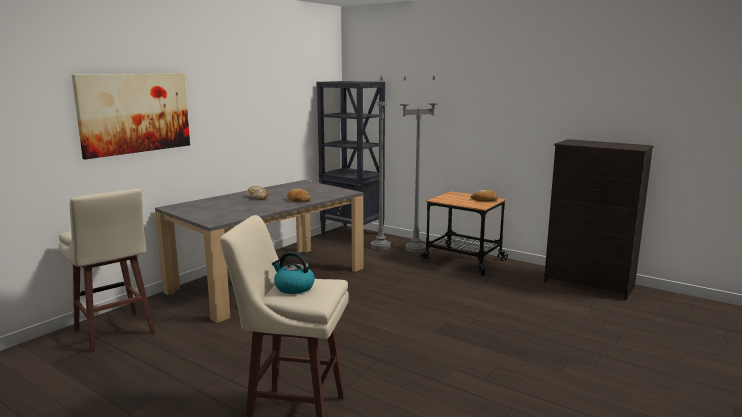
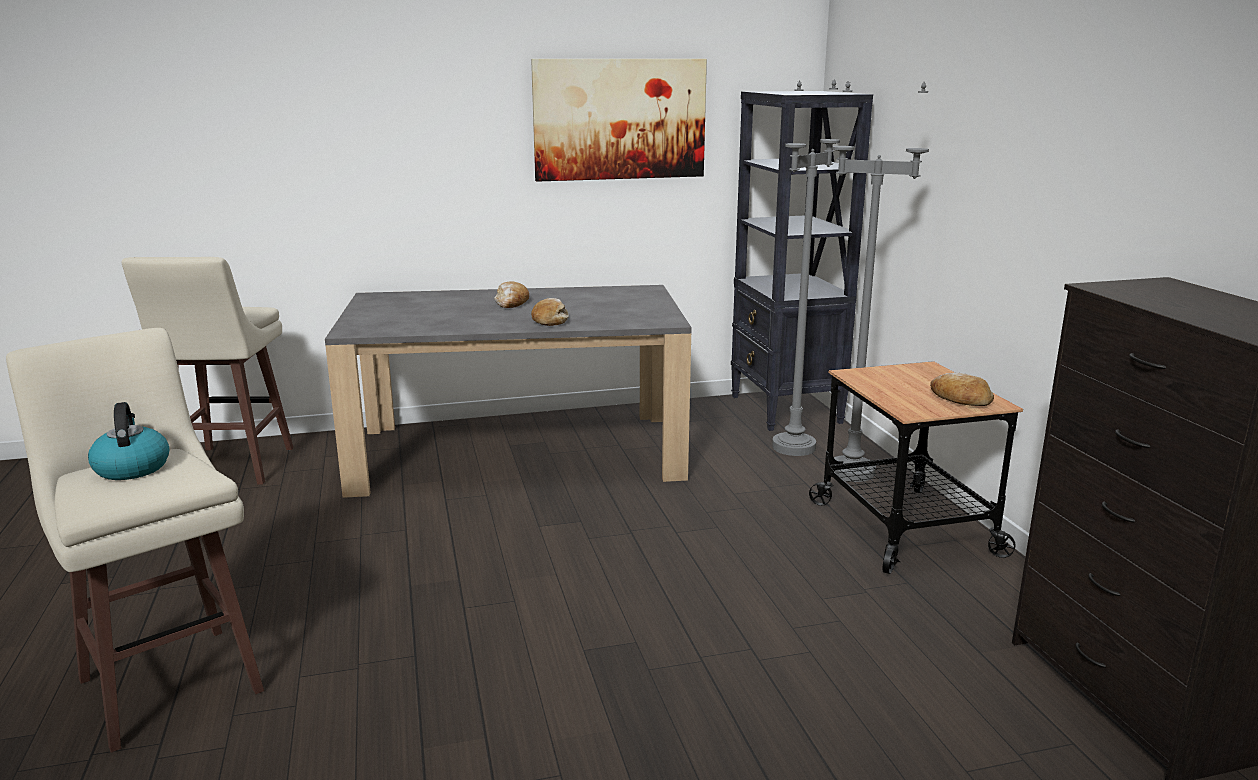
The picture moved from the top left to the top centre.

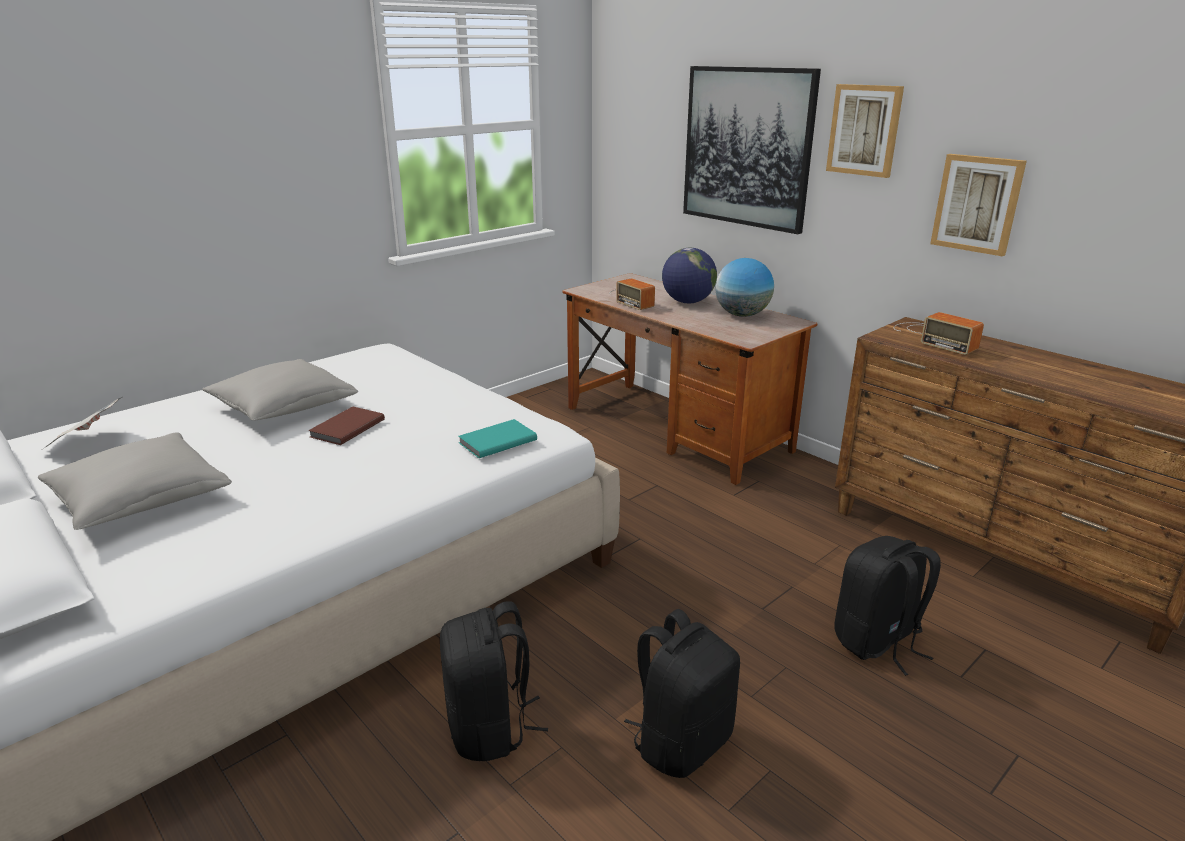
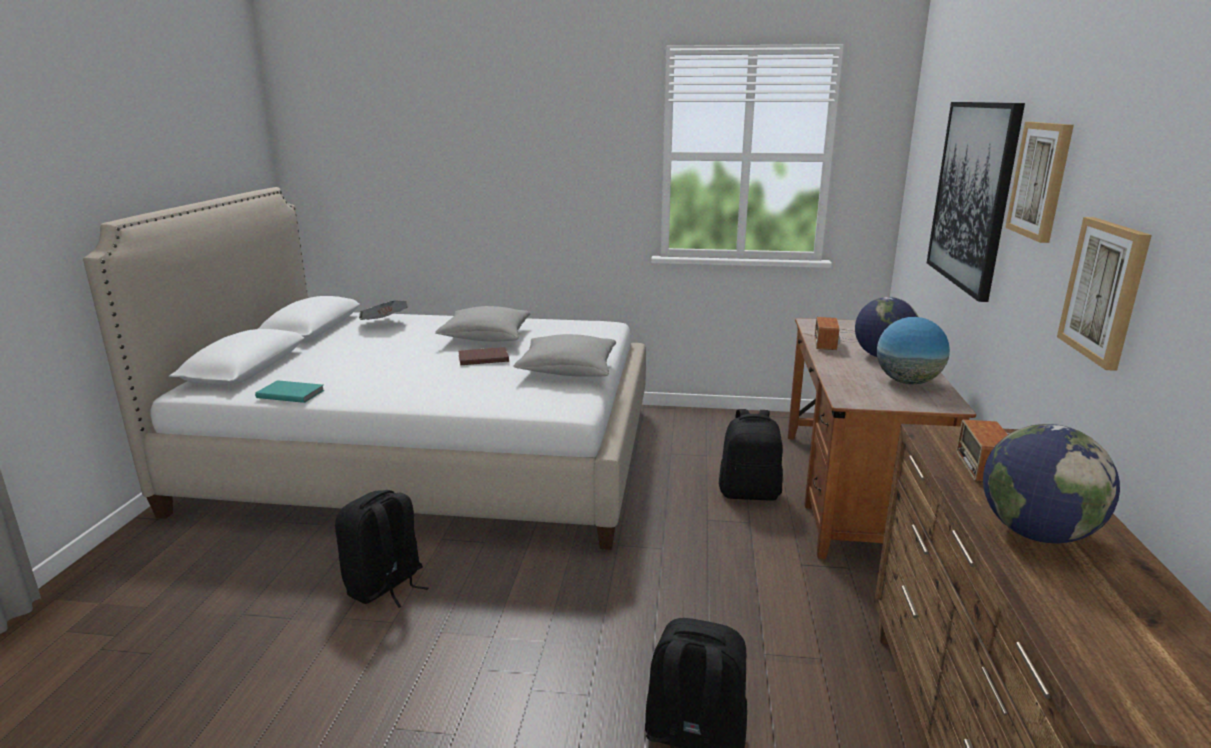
The pillow in grey (1st from left in the first image) moved from the middle left to the centre. The book in turquoise moved from the centre to the middle left. The backpack in black (2nd from left in the first image) moved from the bottom centre to the centre. The globe (3rd from left) at the middle right appeared.

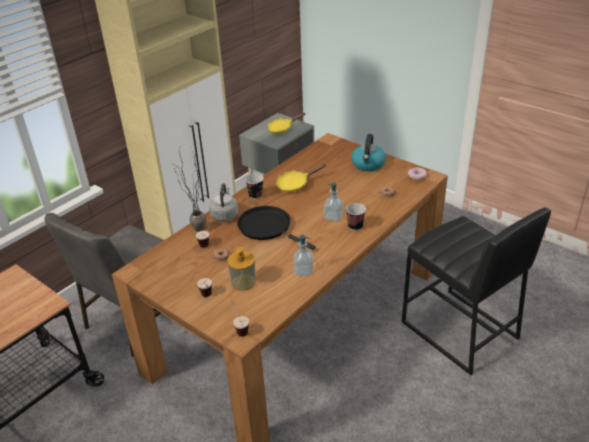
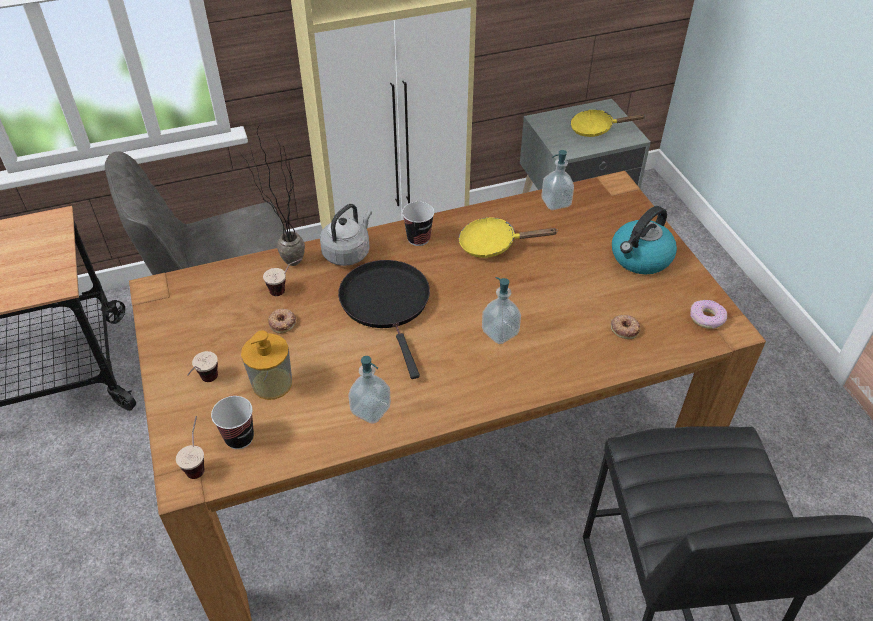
The cup (5th from left in the first image) moved from the centre to the bottom left. The soap dispenser (4th from left) at the top centre appeared.

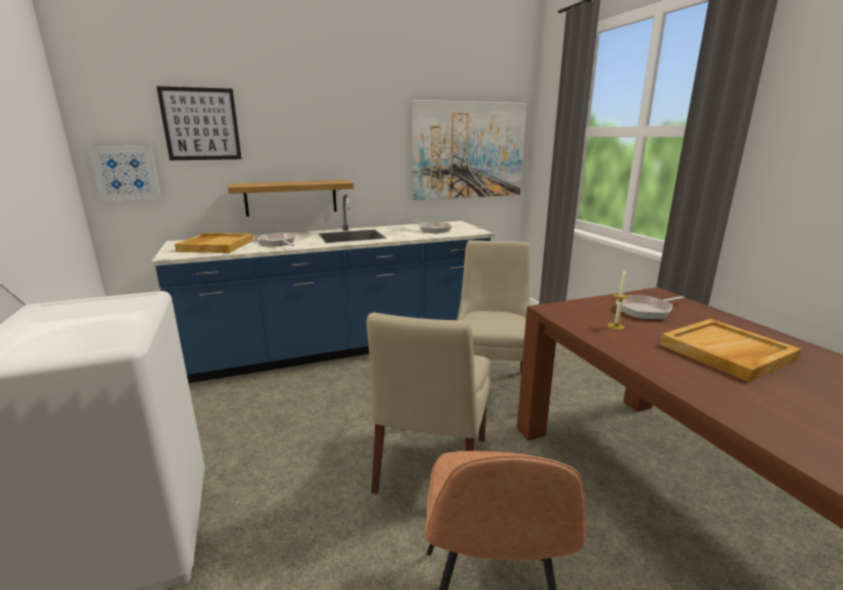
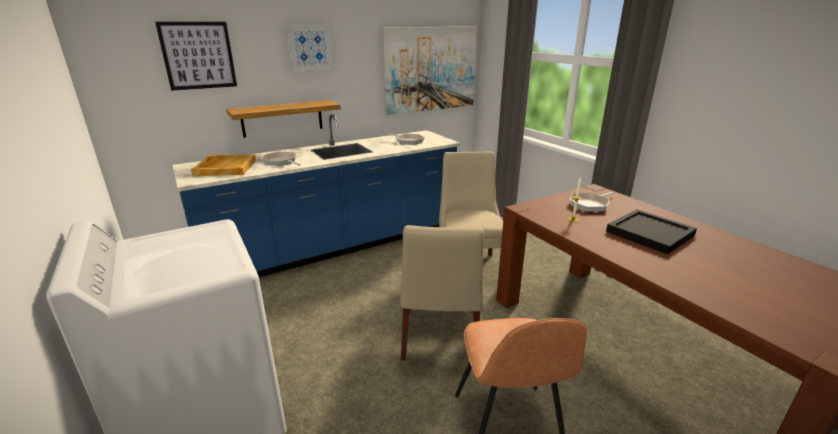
The picture (1st from left in the first image) moved from the top left to the top centre. The tray in beige (2nd from left) at the middle right became the tray in black at the middle right.

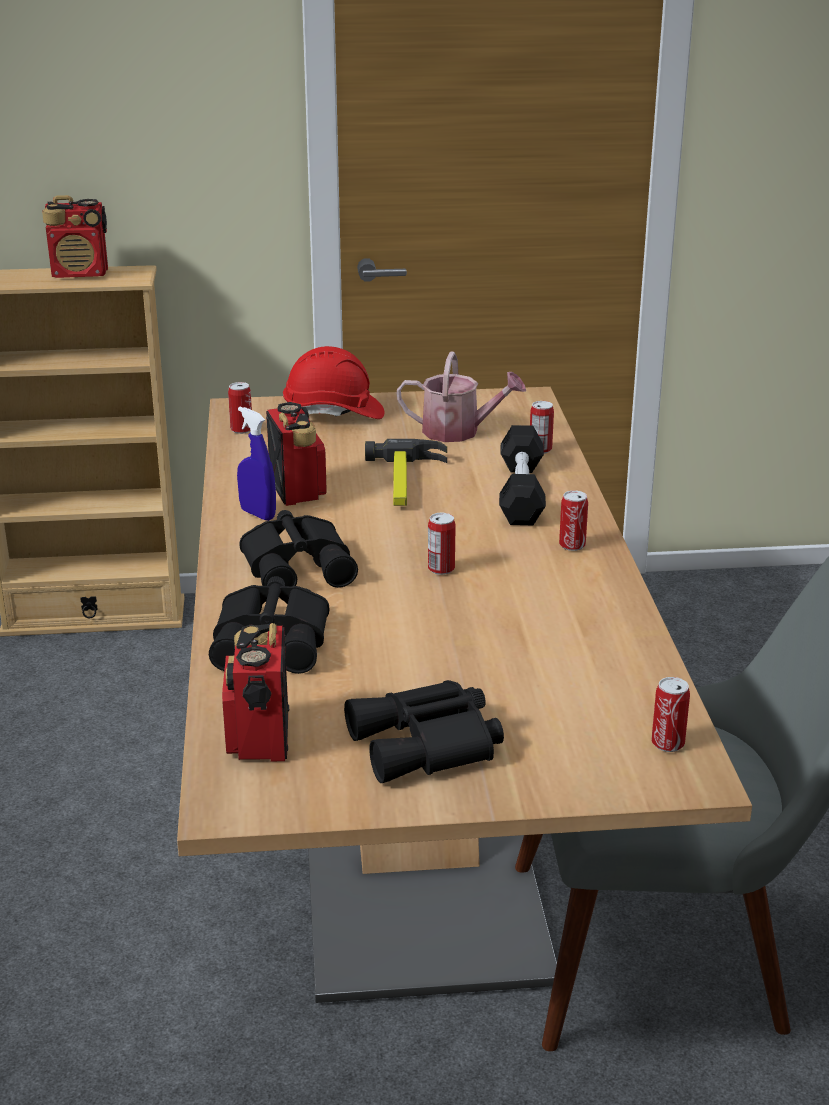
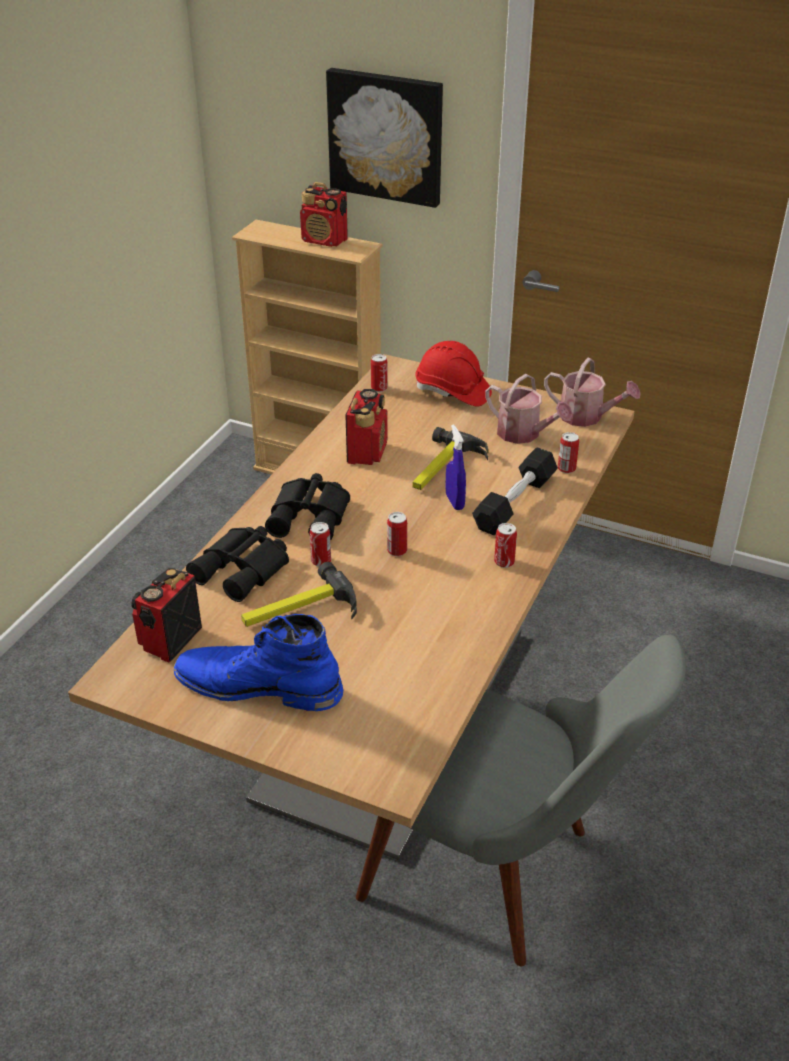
The spray bottle in blue moved from the middle left to the centre. The binoculars in black (3rd from left) at the centre was replaced by the boot in blue at the middle left. The can (5th from left in the first image) moved from the middle right to the centre. The hammer (1st from left) at the centre appeared. The picture at the top centre appeared. The watering can (2nd from left) at the middle right appeared.

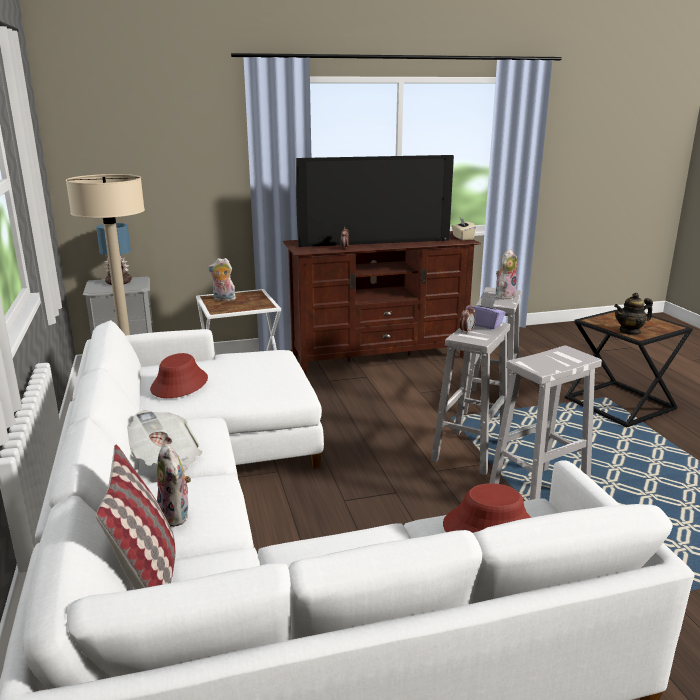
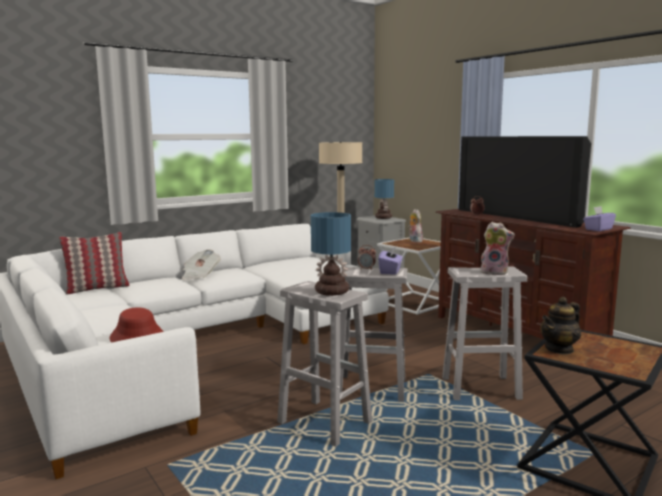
The hat in red (1st from left) at the middle left disappeared. The plush toy (1st from left) at the bottom left disappeared. The tissue box in beige at the top centre became the tissue box in purple (2nd from left) at the middle right. The teapot at the middle right turned 90 degrees counterclockwise. The table lamp (1st from left) at the centre appeared.

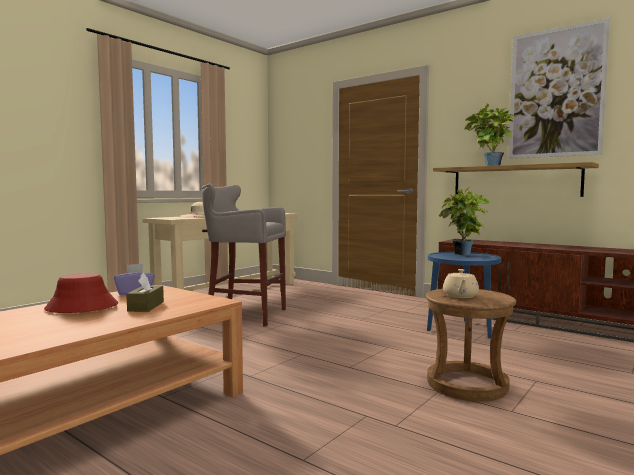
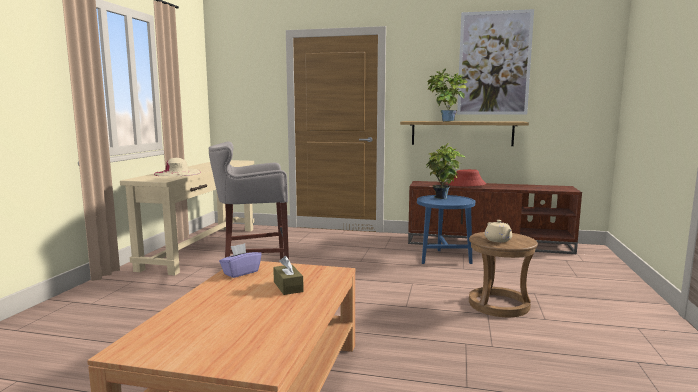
The hat in red moved from the middle left to the middle right.

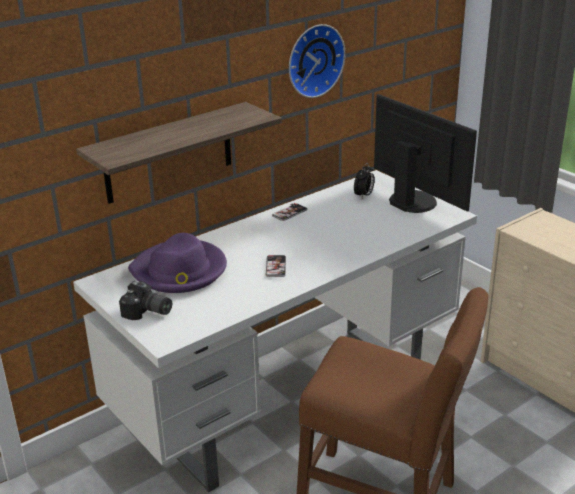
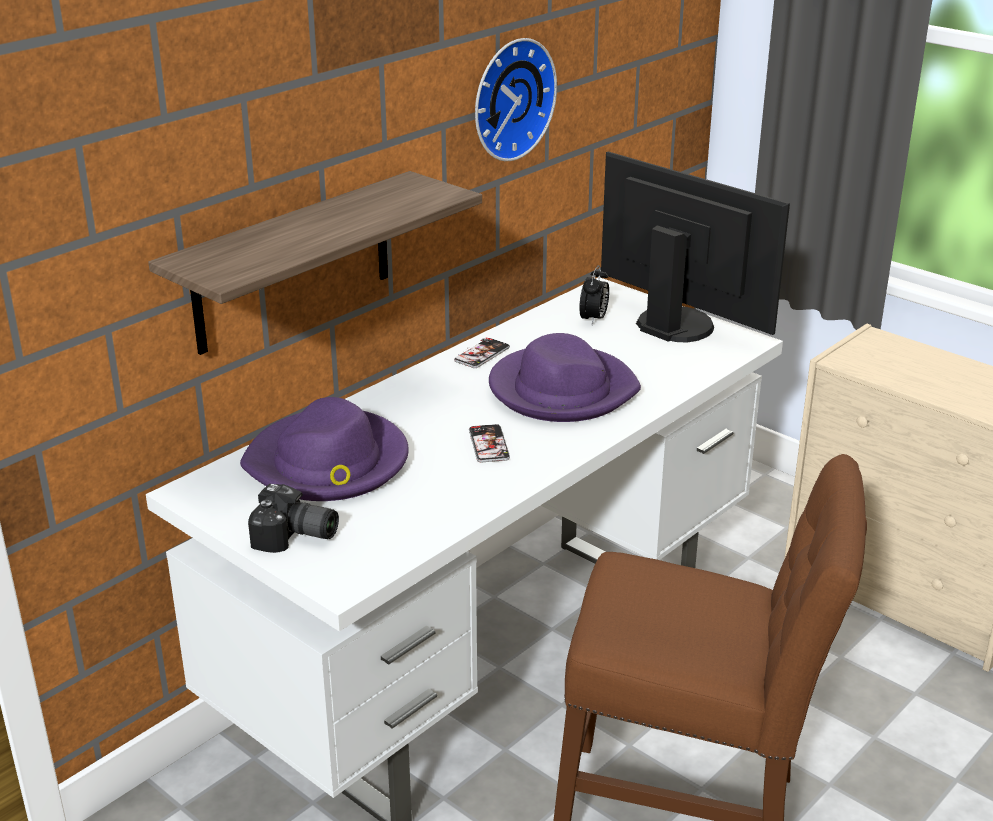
The hat in purple (2nd from left) at the centre appeared.

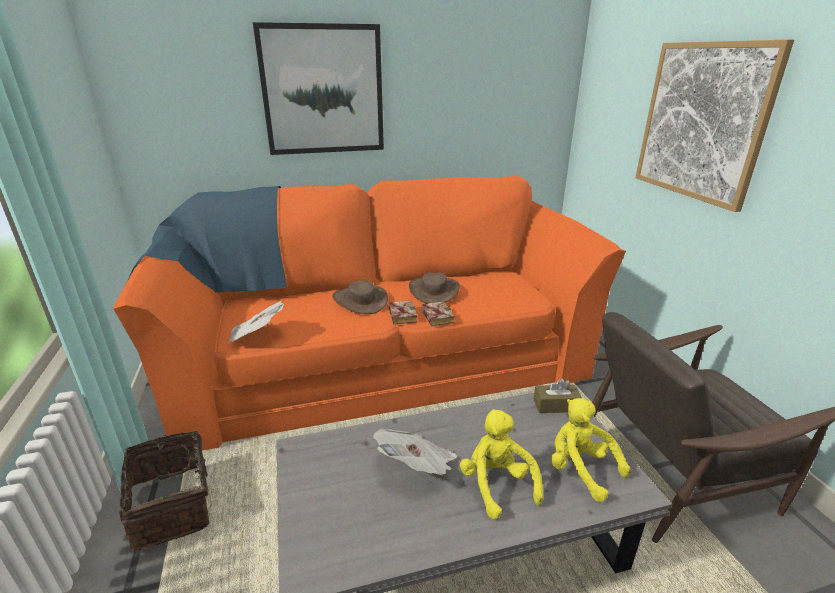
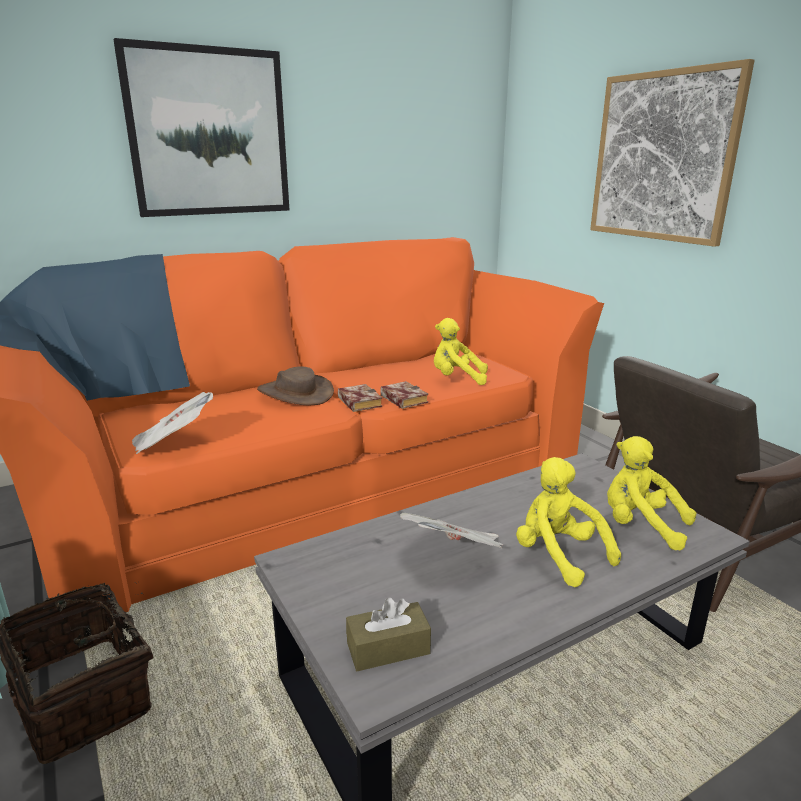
The hat in brown (2nd from left) at the centre disappeared. The tissue box in brown moved from the middle right to the bottom centre. The plush toy in yellow (1st from left) at the centre appeared.

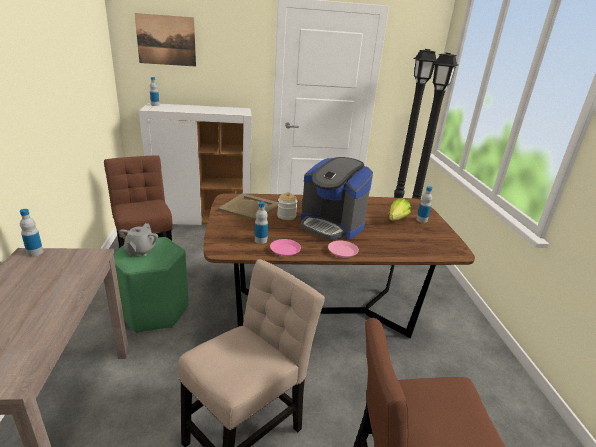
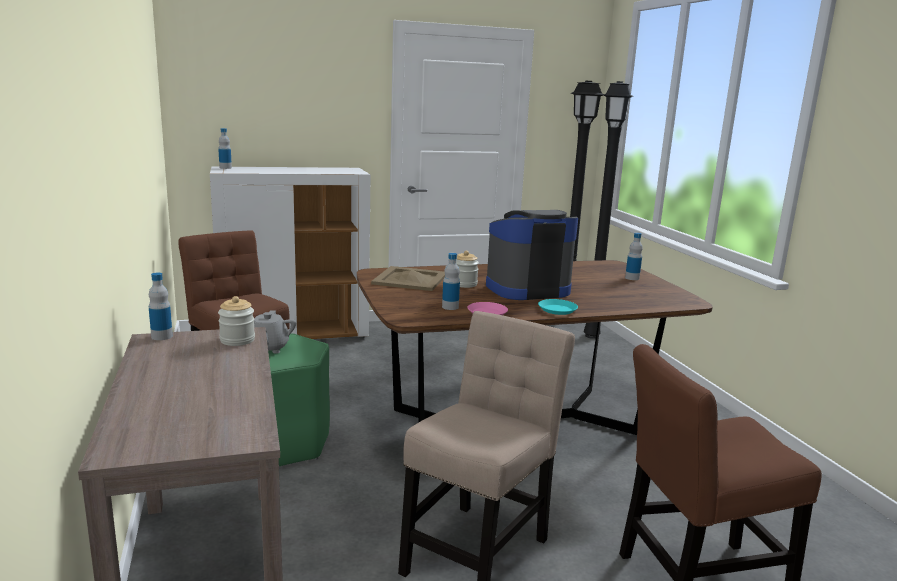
The picture at the top left disappeared. The coffee machine at the centre turned 135 degrees clockwise. The plate in pink (2nd from left) at the centre became the plate in turquoise at the centre. The lettuce at the middle right disappeared. The jar (1st from left) at the middle left appeared.

